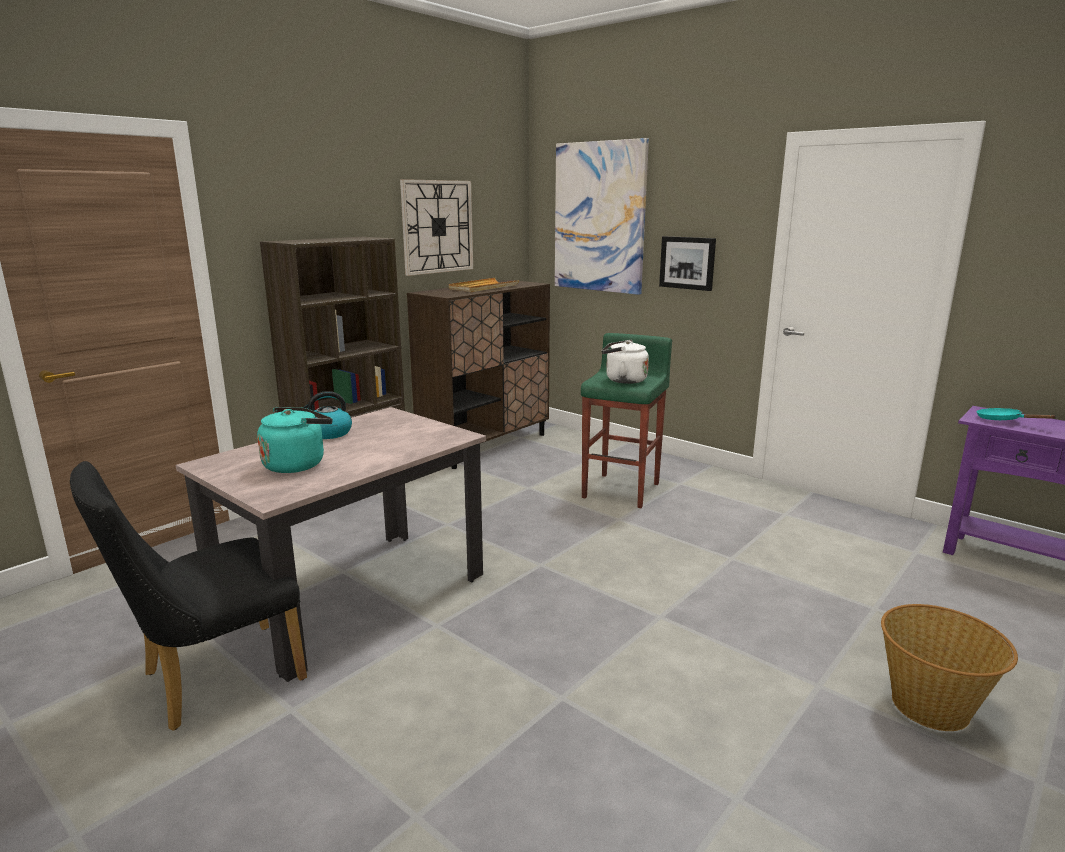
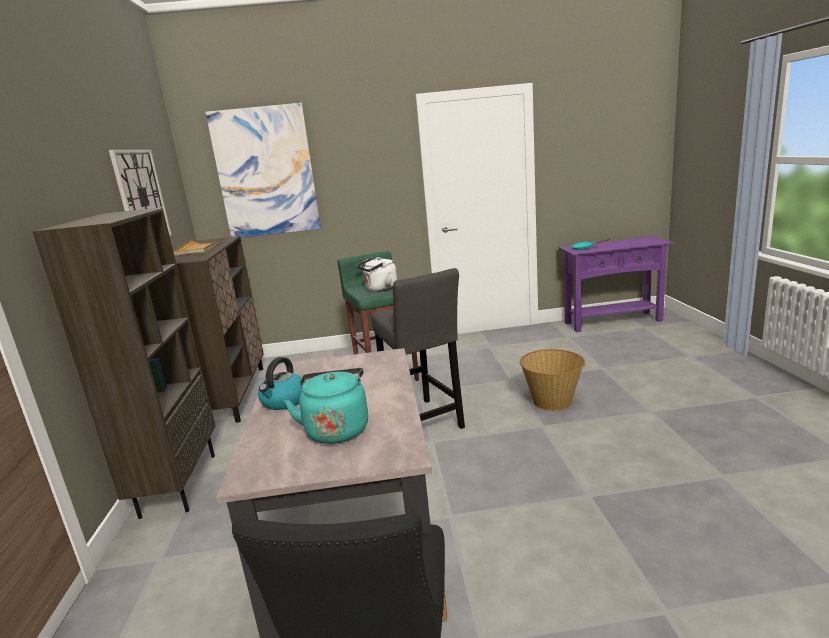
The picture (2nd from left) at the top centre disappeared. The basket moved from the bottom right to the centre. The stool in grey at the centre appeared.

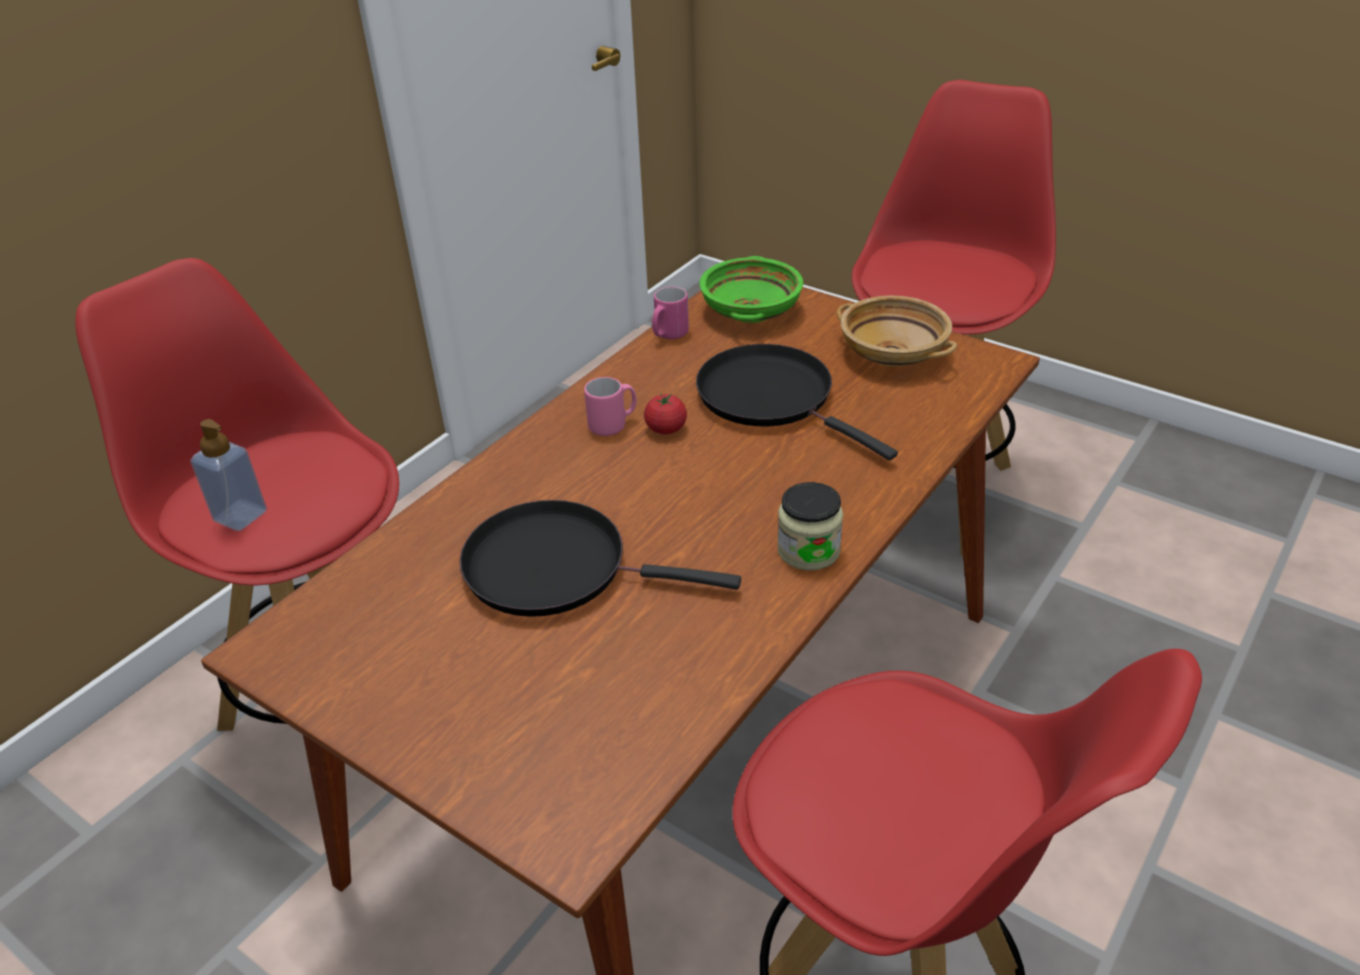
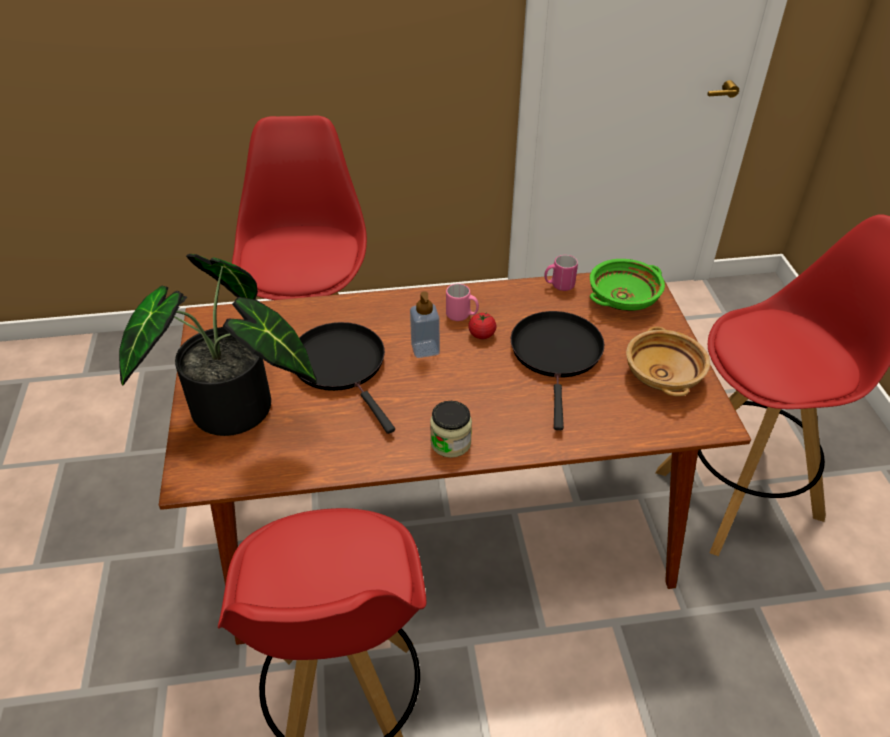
The soap dispenser moved from the middle left to the centre. The potted plant at the middle left appeared.

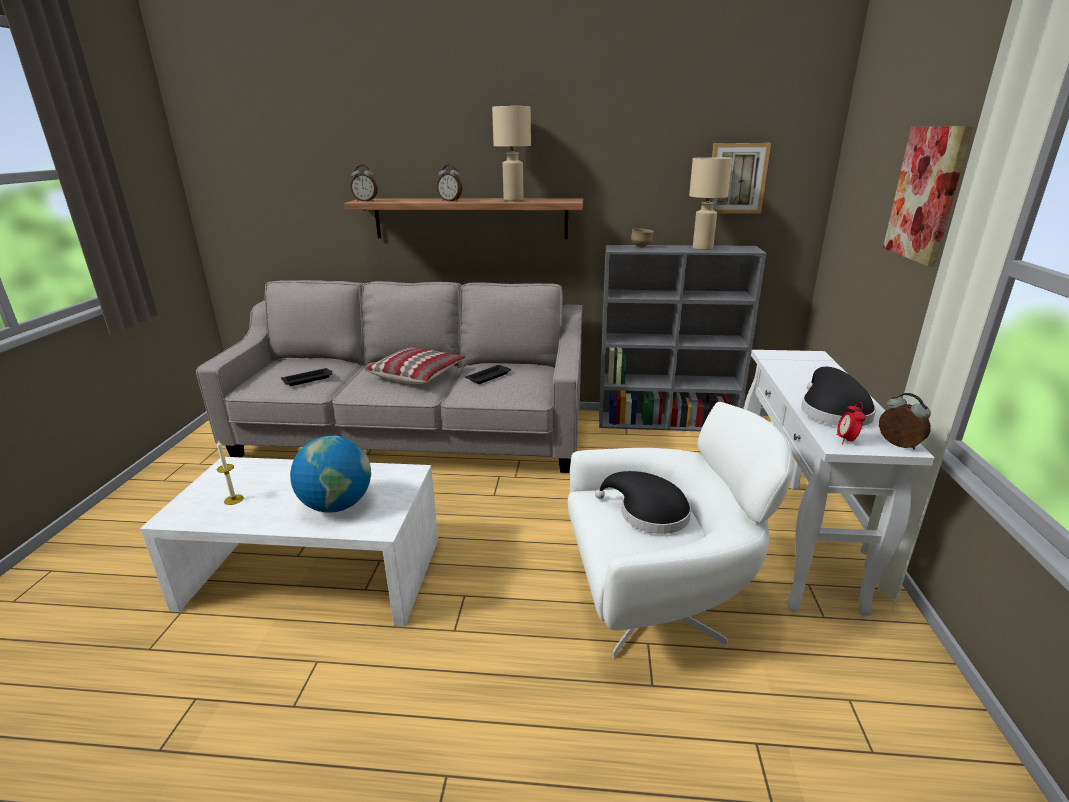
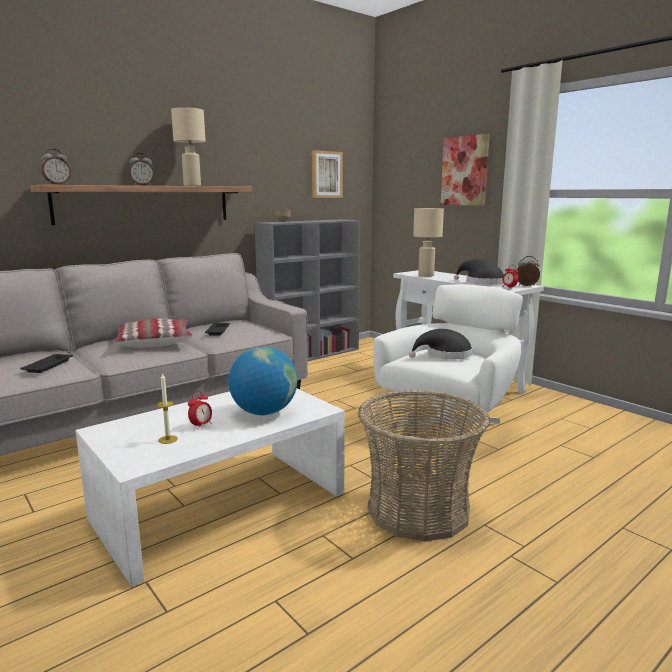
The table lamp in beige (2nd from left) moved from the top centre to the centre. The alarm clock (3rd from left) at the middle left appeared. The basket at the bottom centre appeared.

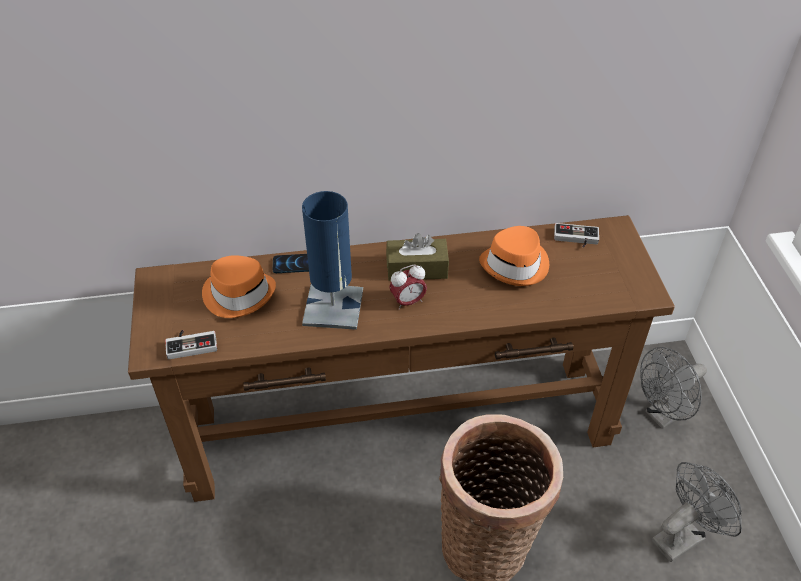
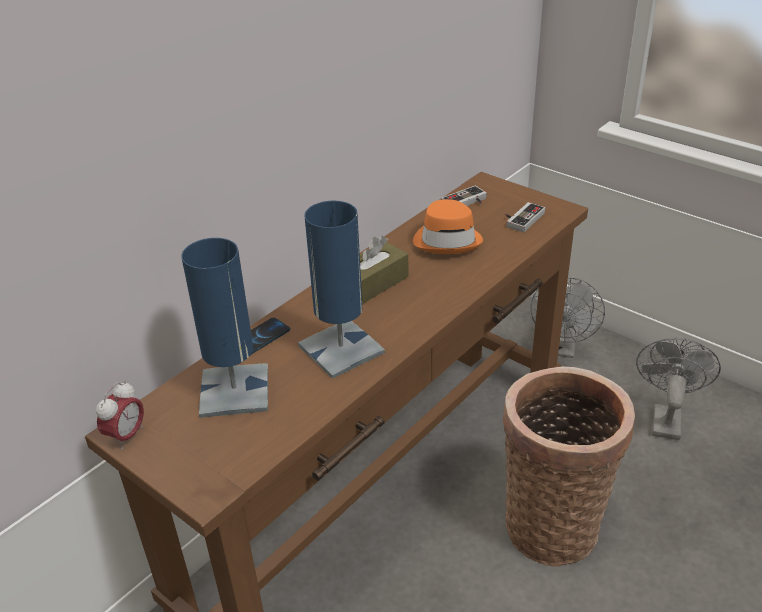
The game controller (1st from left in the first image) moved from the middle left to the middle right. The hat in orange (1st from left) at the middle left was replaced by the table lamp in blue (1st from left) at the middle left. The alarm clock moved from the centre to the bottom left.

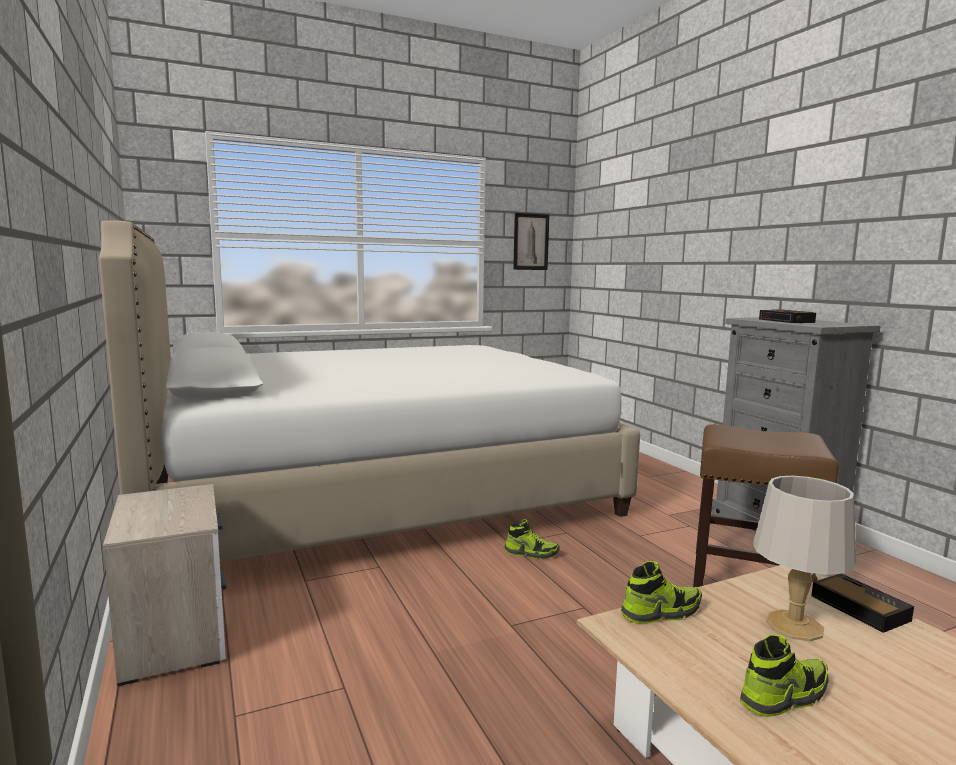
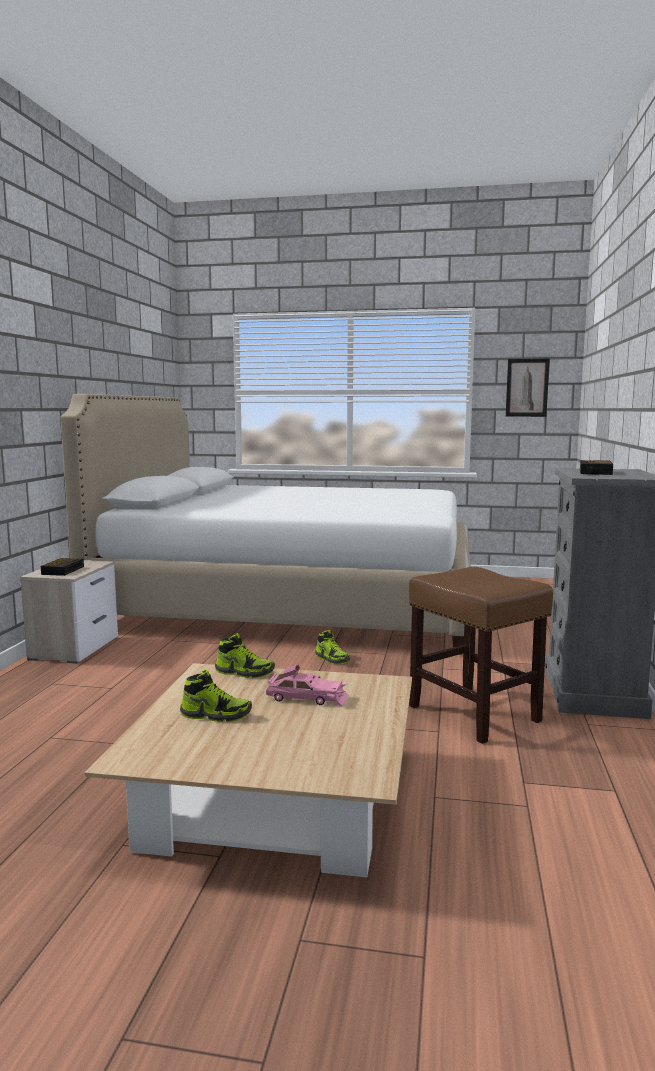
The table lamp in grey at the bottom right was replaced by the toy car in pink at the centre. The alarm clock (2nd from left in the first image) moved from the bottom right to the middle left.

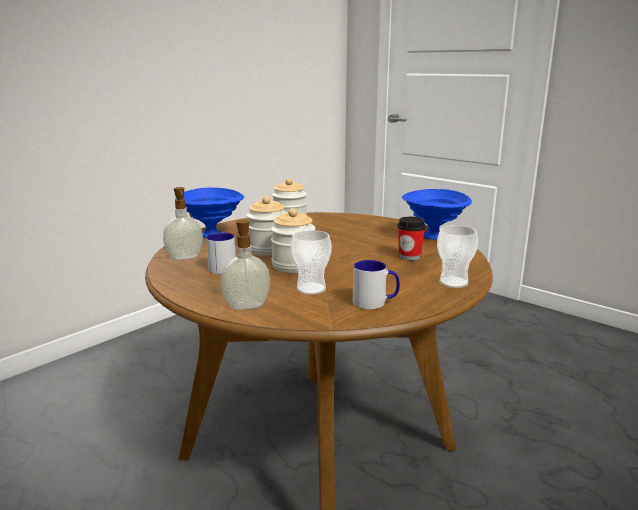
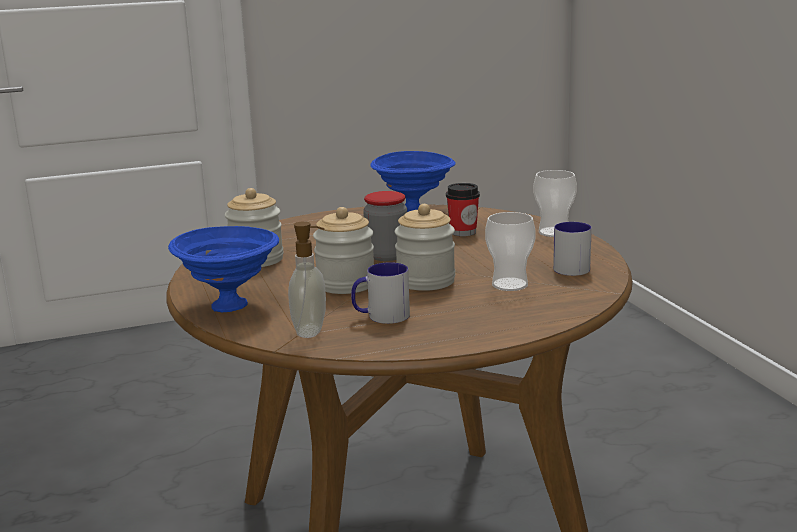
The soap dispenser (2nd from left) at the centre disappeared. The jar (3rd from left) at the centre appeared.

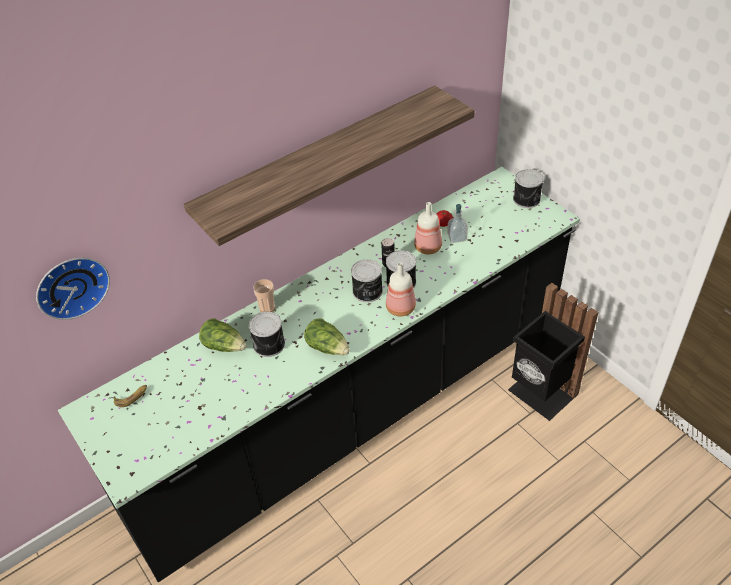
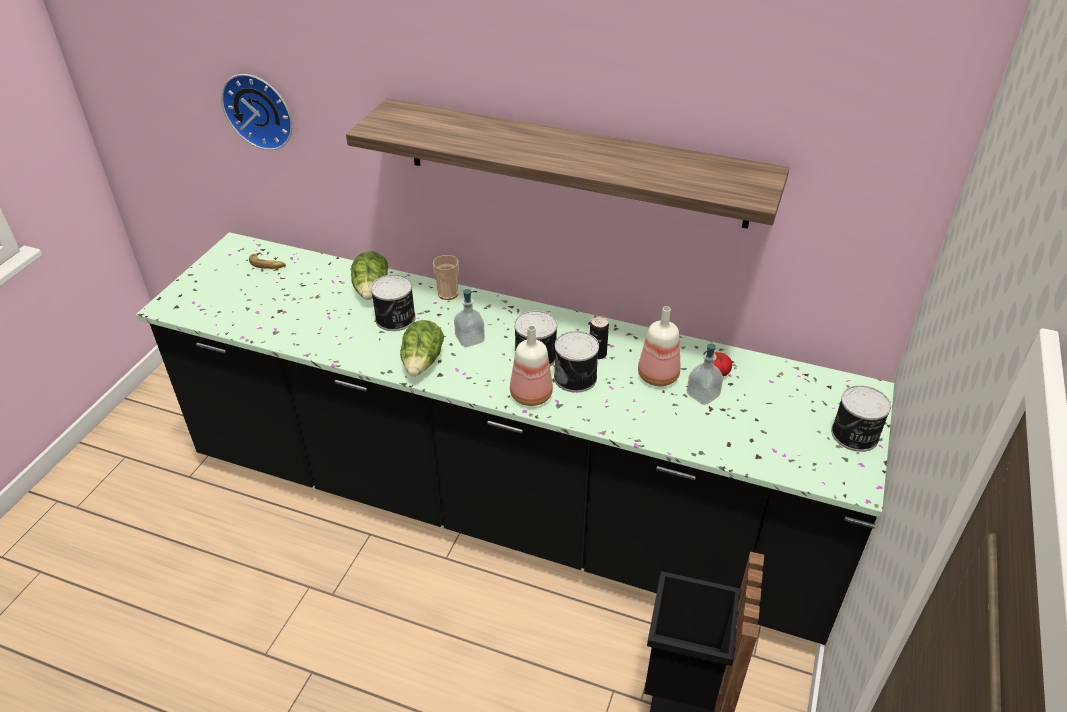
The soap dispenser (1st from left) at the centre appeared.

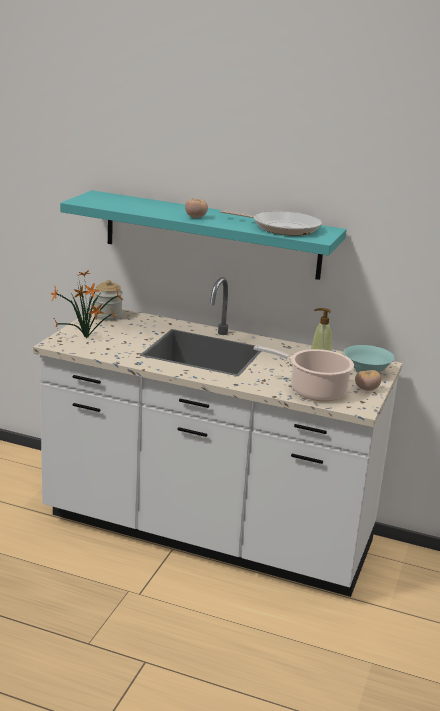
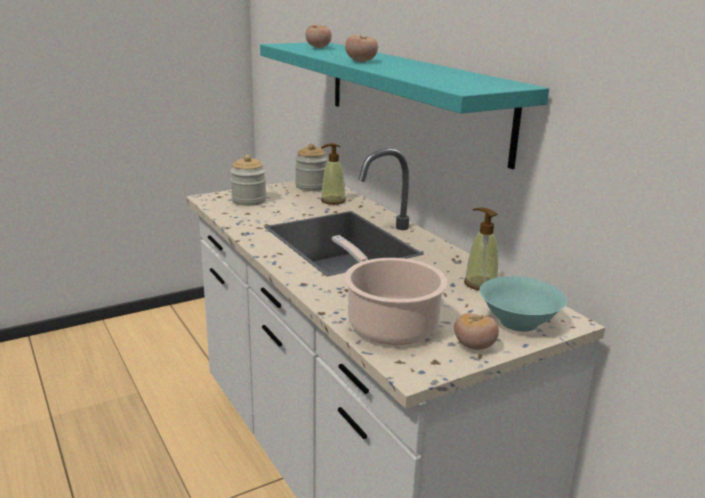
The potted plant at the middle left was replaced by the jar (1st from left) at the centre. The frying pan at the top centre disappeared. The tomato (1st from left) at the top centre appeared. The soap dispenser (1st from left) at the centre appeared.

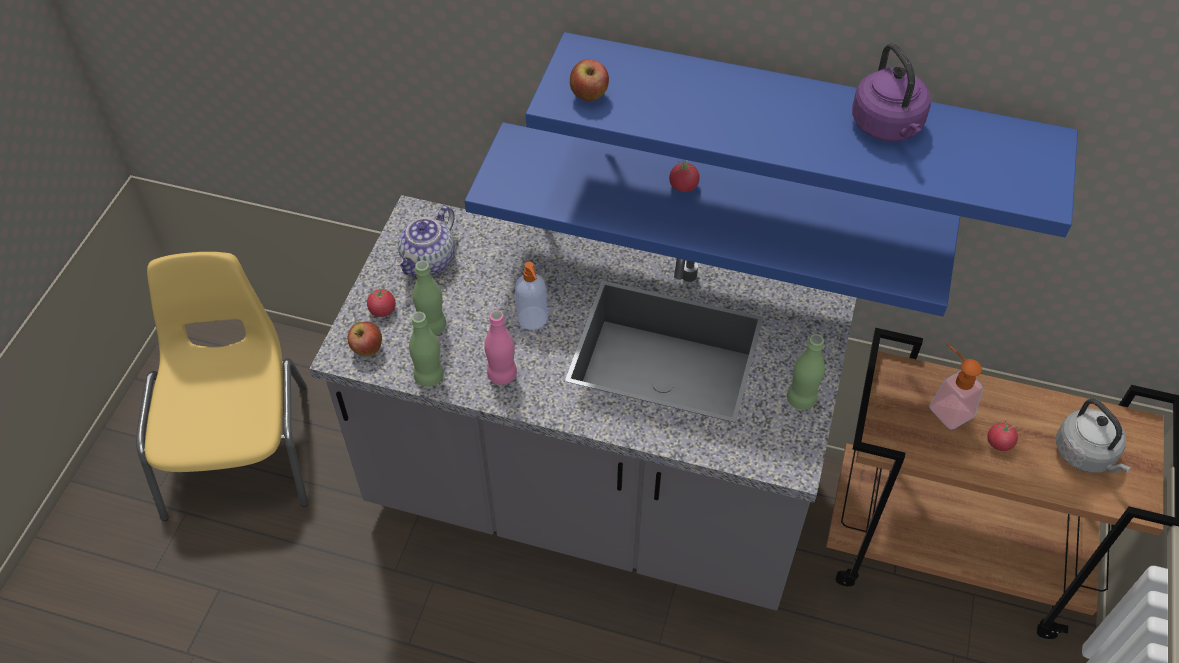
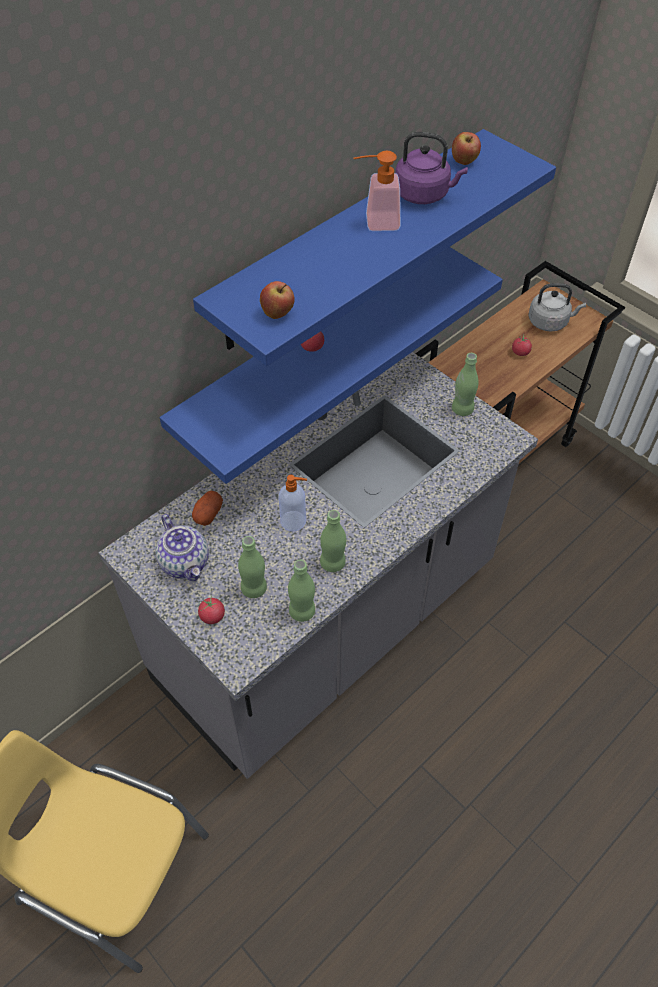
The apple (1st from left in the first image) moved from the middle left to the top right. The bottle in pink at the centre became the bottle in green (3rd from left) at the centre. The soap dispenser (2nd from left) moved from the middle right to the top centre. The potato at the middle left appeared.

